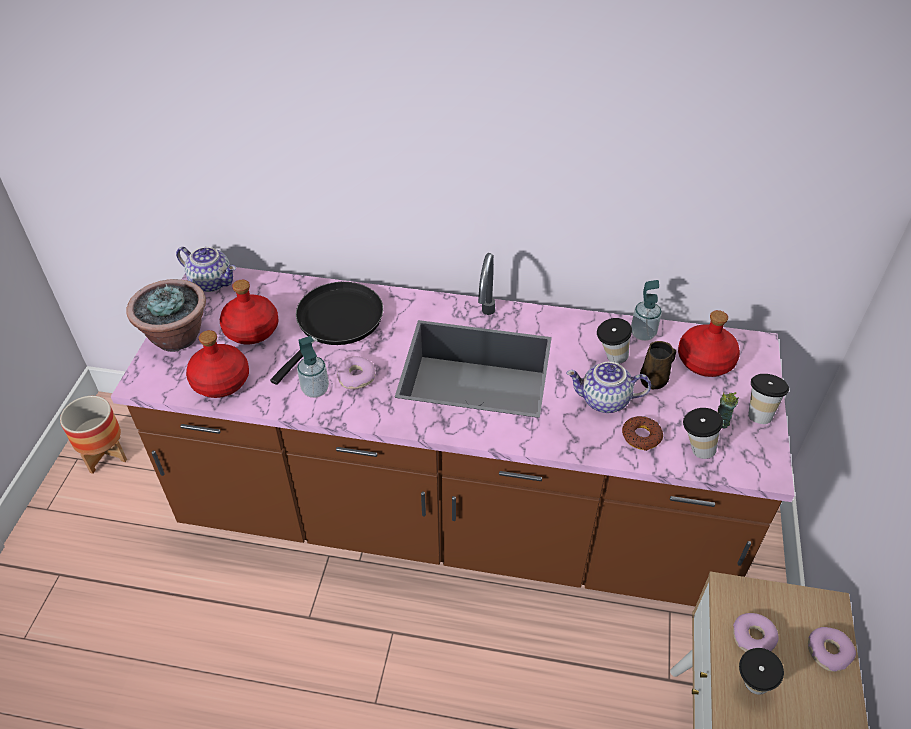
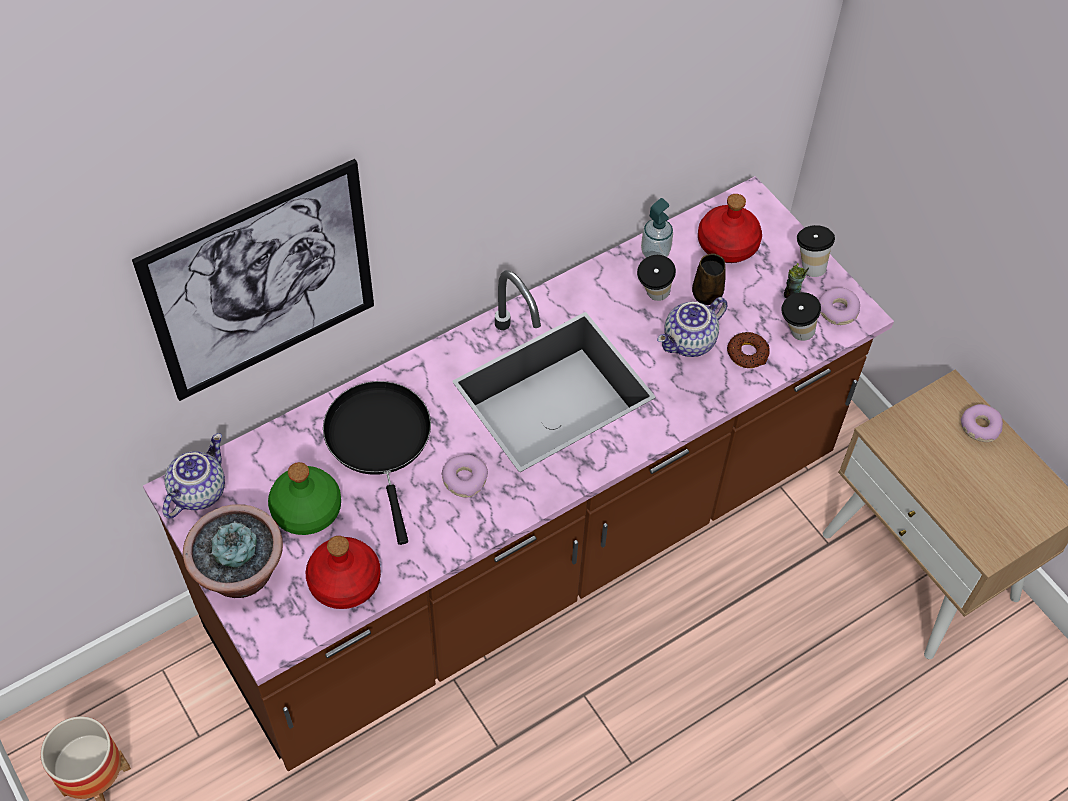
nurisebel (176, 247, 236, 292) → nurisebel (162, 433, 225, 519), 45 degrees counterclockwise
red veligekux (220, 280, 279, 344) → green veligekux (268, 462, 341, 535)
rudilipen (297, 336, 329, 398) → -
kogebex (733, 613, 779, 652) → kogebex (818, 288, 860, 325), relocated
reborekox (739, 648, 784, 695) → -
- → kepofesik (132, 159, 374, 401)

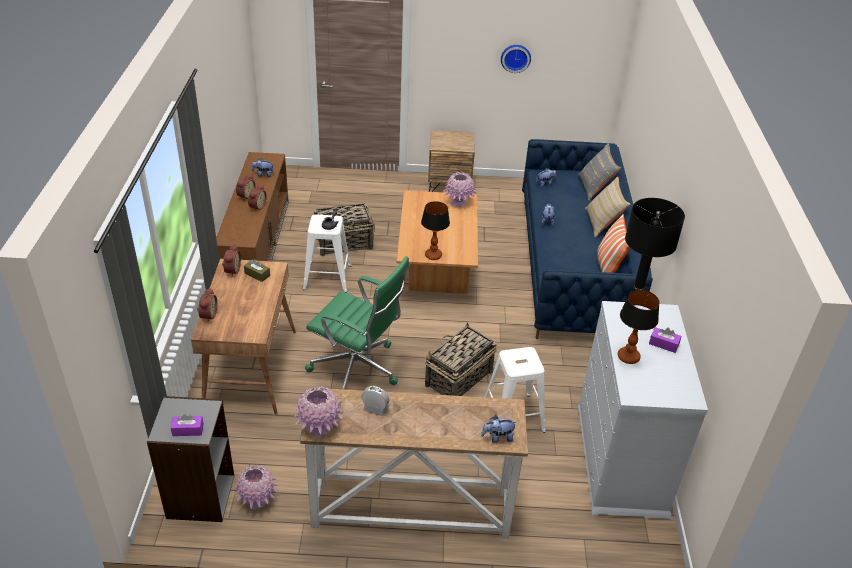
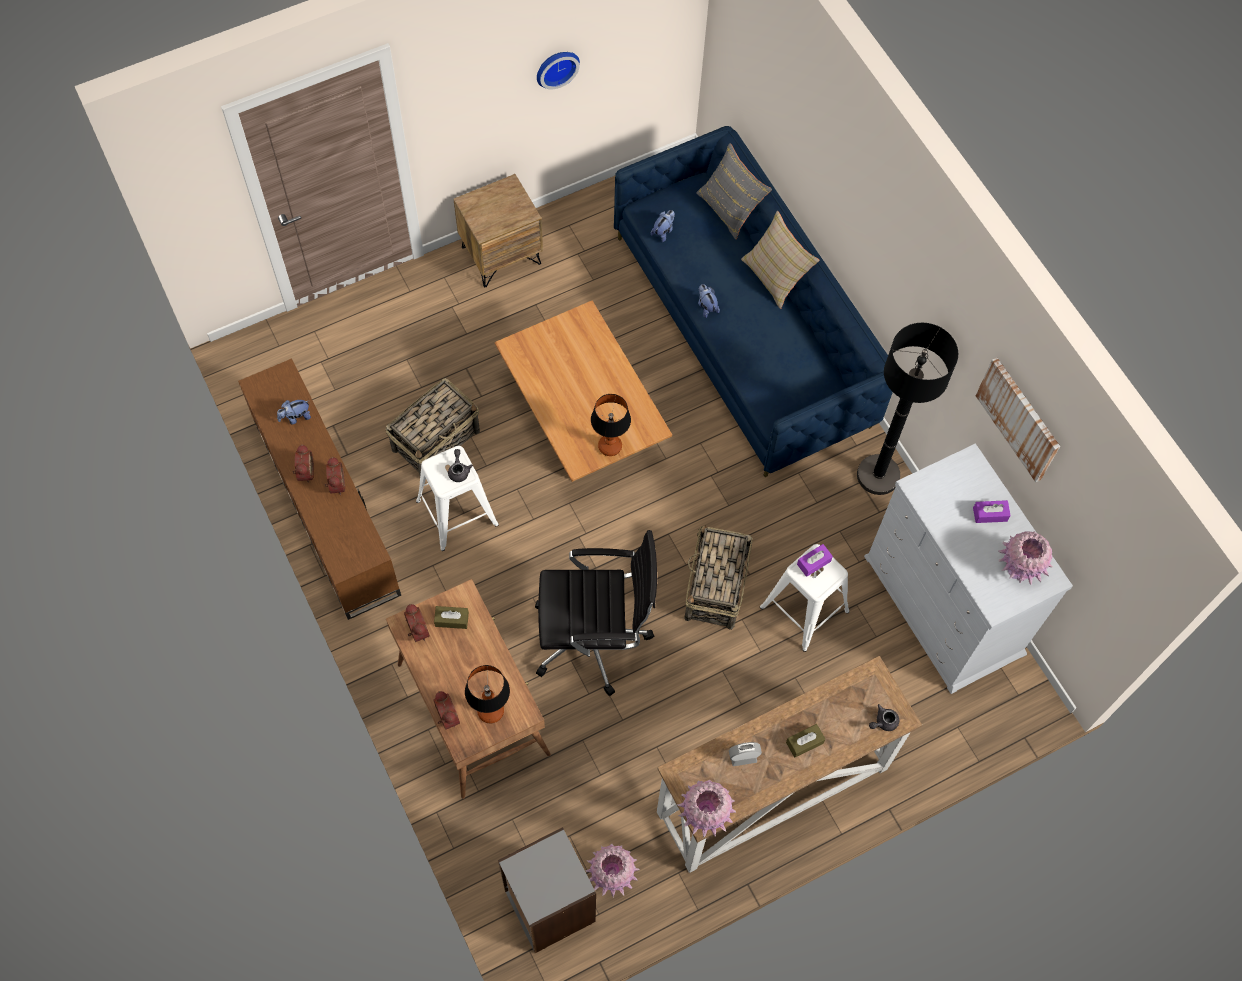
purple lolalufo (171, 414, 204, 436) → purple lolalufo (797, 544, 833, 577), relocated
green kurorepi (305, 256, 409, 389) → black kurorepi (535, 530, 657, 696)
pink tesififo (444, 172, 476, 207) → pink tesififo (998, 531, 1053, 585), relocated
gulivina (481, 416, 516, 443) → grey nurisebel (869, 704, 899, 731)
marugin (597, 214, 630, 273) → -
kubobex (618, 290, 660, 364) → kubobex (465, 665, 510, 723), relocated
- → brown lolalufo (786, 724, 825, 758)
- → kepofesik (976, 358, 1060, 482)

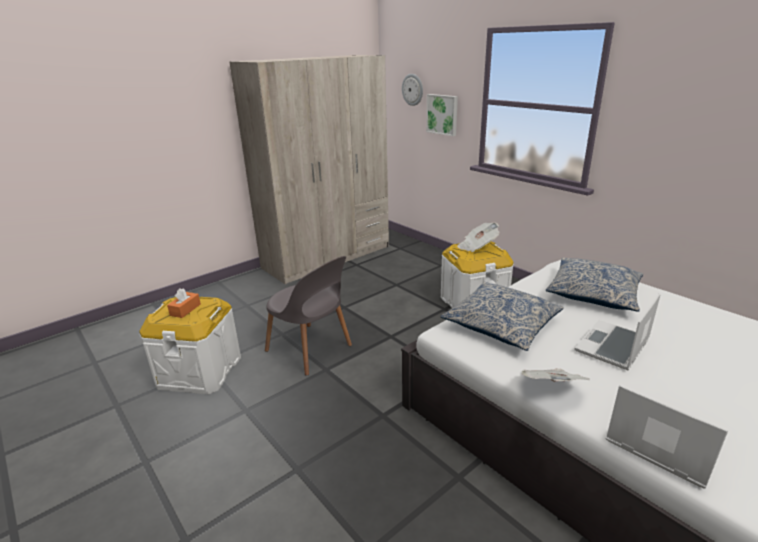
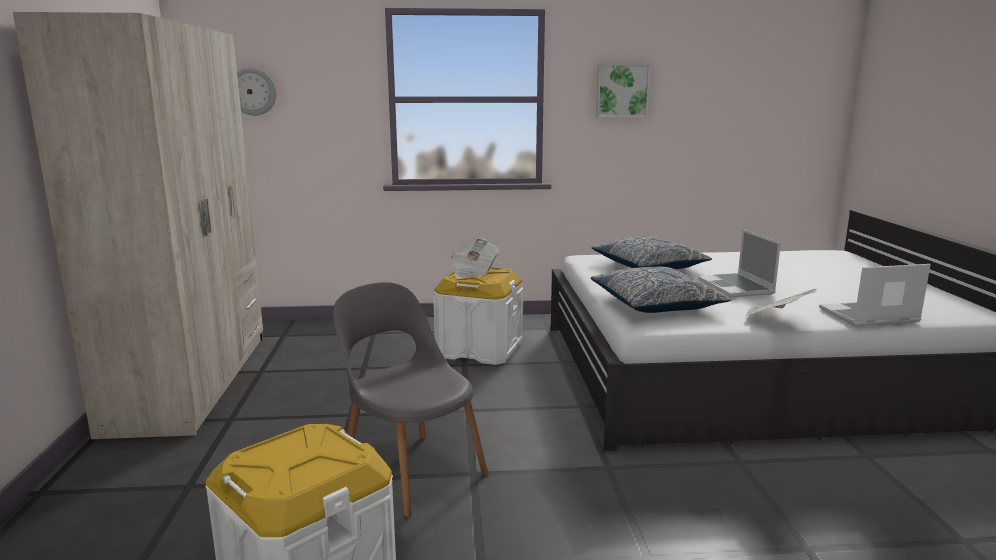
orange lolalufo (167, 288, 201, 318) → -
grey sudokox (265, 256, 352, 376) → grey sudokox (333, 282, 489, 518), 120 degrees counterclockwise
kepofesik (426, 94, 458, 136) → kepofesik (596, 63, 651, 117), relocated

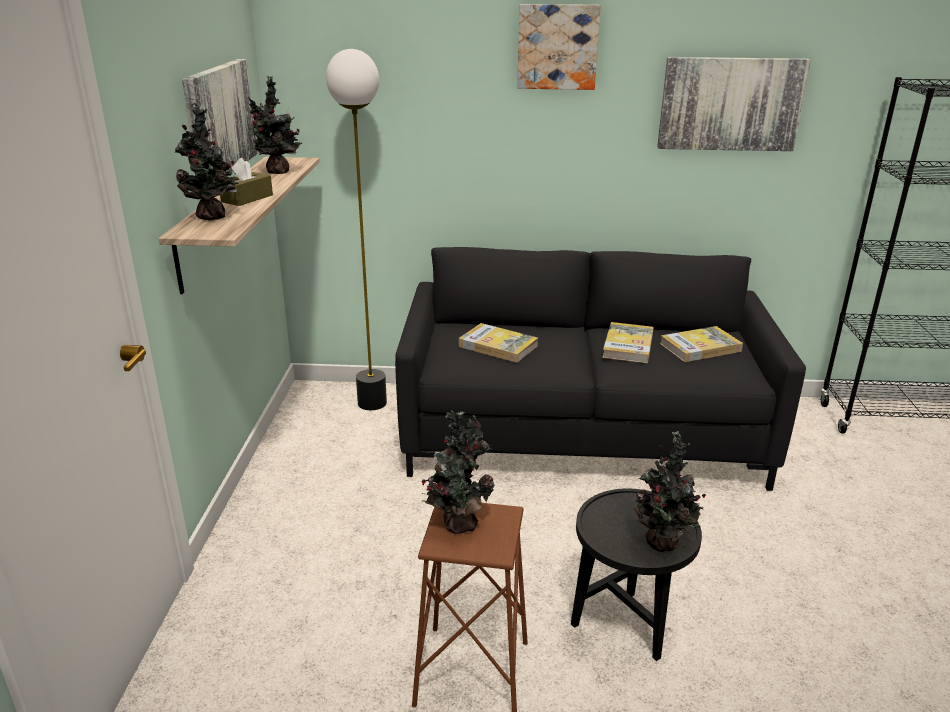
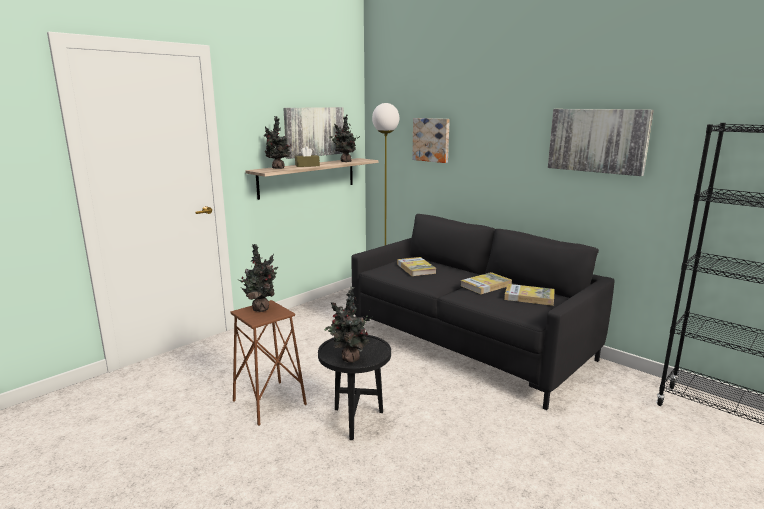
kepofesik (517, 4, 601, 90) → kepofesik (412, 118, 450, 163), relocated

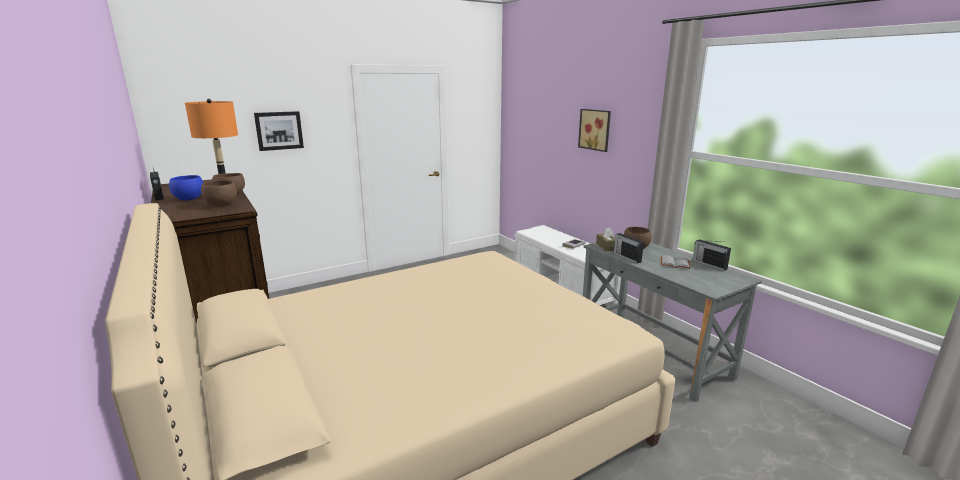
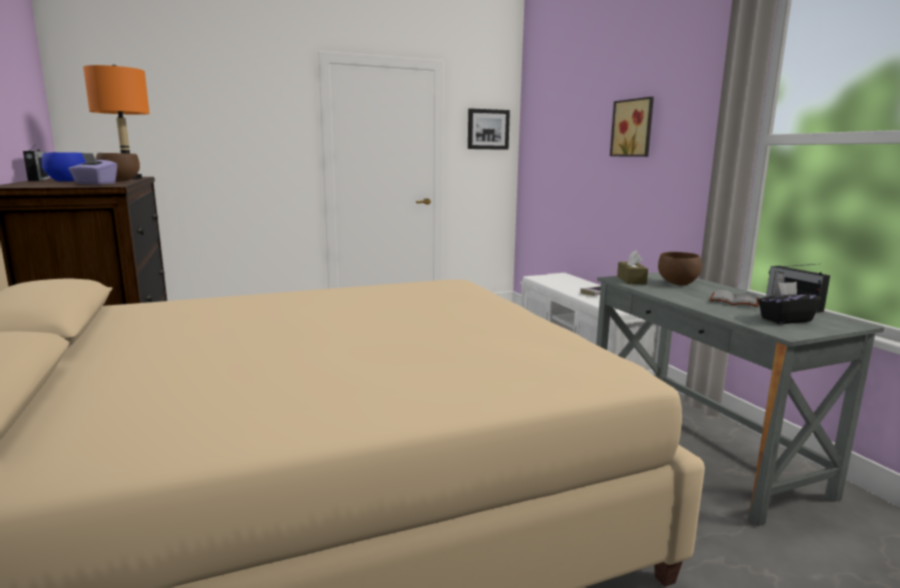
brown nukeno (201, 180, 237, 206) → purple lolalufo (68, 153, 117, 185)
kepofesik (254, 111, 304, 151) → kepofesik (468, 108, 510, 150), relocated
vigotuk (614, 233, 644, 263) → -
- → black lolalufo (758, 282, 821, 324)

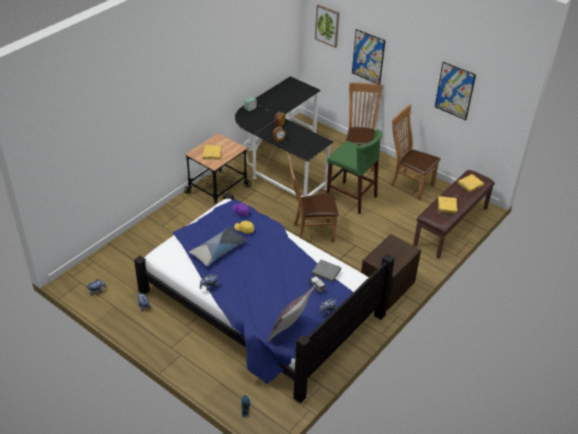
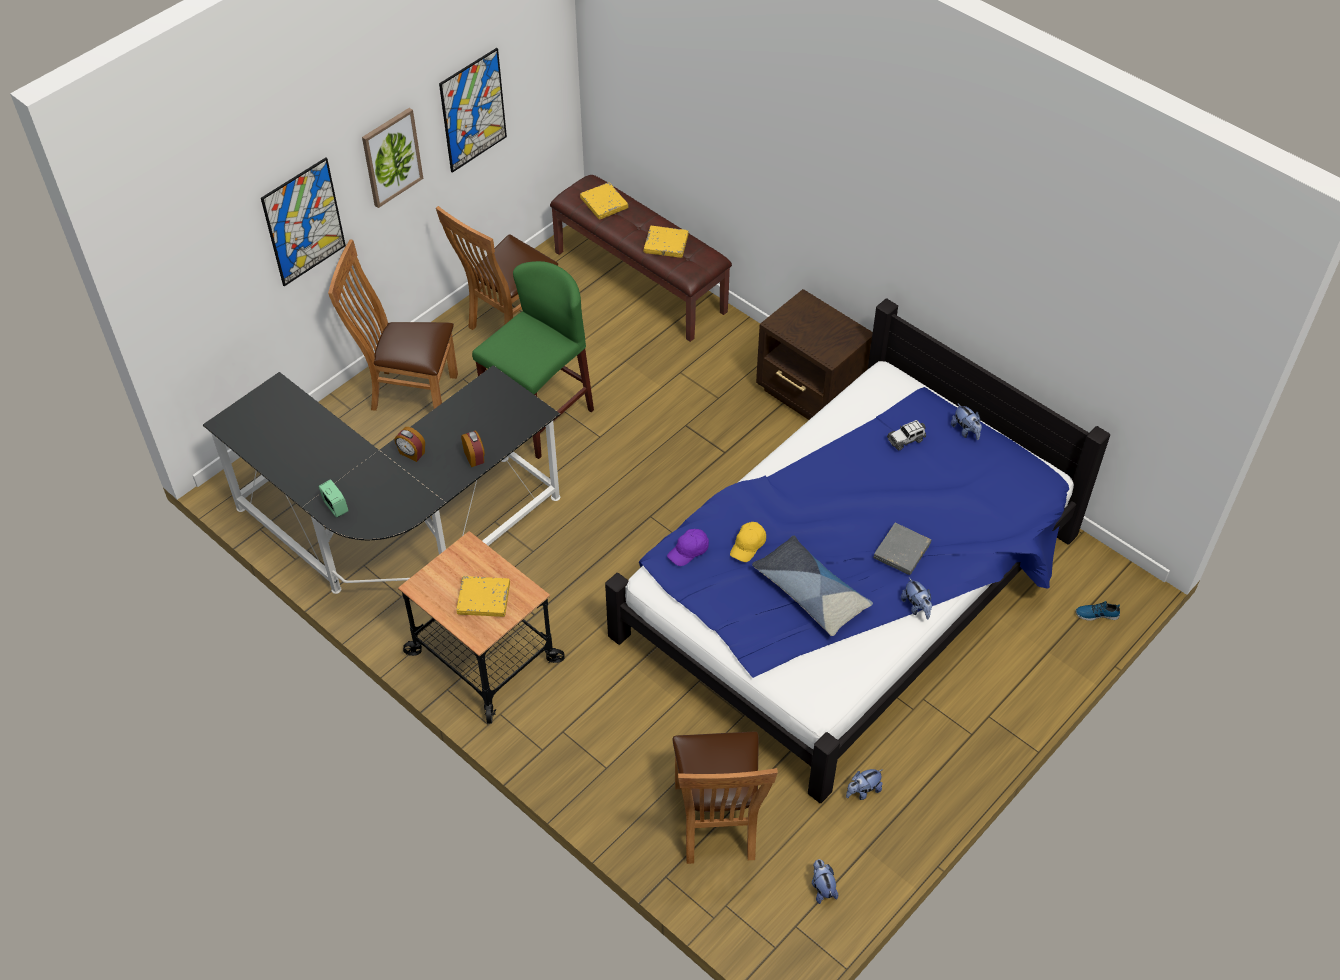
grey marugin (267, 287, 314, 342) → -
brown sudokox (289, 155, 339, 243) → brown sudokox (673, 732, 778, 864), relocated
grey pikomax (312, 260, 341, 282) → grey pikomax (874, 523, 931, 575), relocated
kepofesik (315, 4, 340, 48) → kepofesik (362, 108, 423, 208), relocated

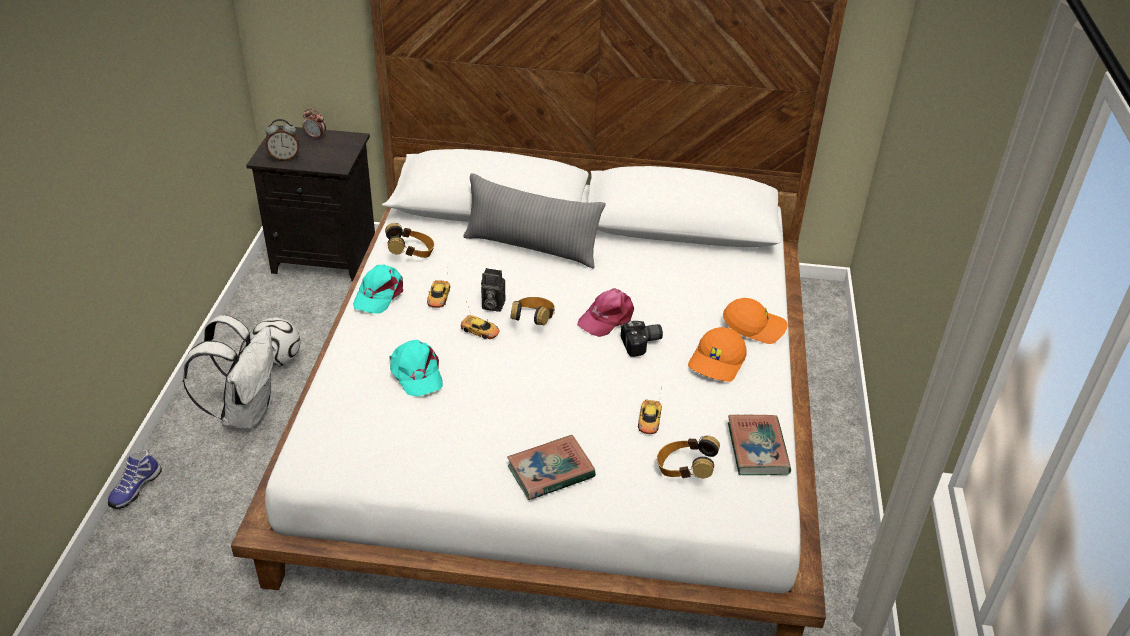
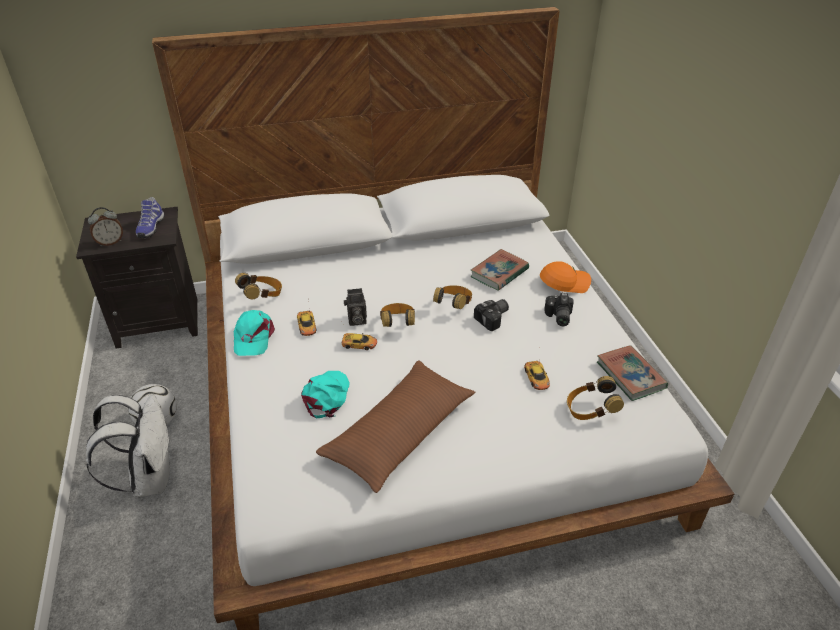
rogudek (108, 450, 162, 509) → rogudek (136, 197, 165, 238), relocated
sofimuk (303, 109, 326, 140) → -
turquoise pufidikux (389, 340, 443, 397) → turquoise pufidikux (301, 371, 350, 418), 120 degrees counterclockwise
grey marugin (463, 173, 606, 269) → -
pikomax (507, 435, 596, 500) → pikomax (471, 249, 529, 291), relocated
pink pufidikux (577, 288, 634, 337) → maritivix (433, 285, 472, 309)
orange pufidikux (688, 327, 747, 382) → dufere (544, 293, 574, 326)
- → brown marugin (316, 361, 475, 493)

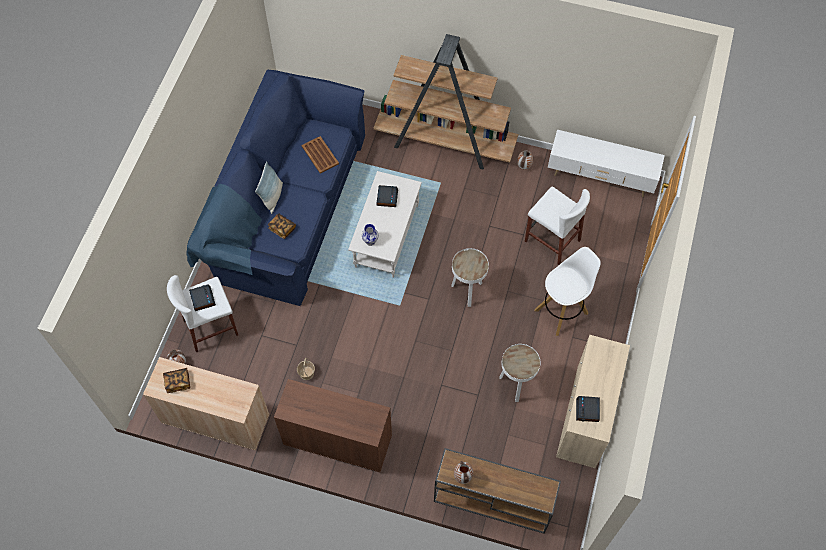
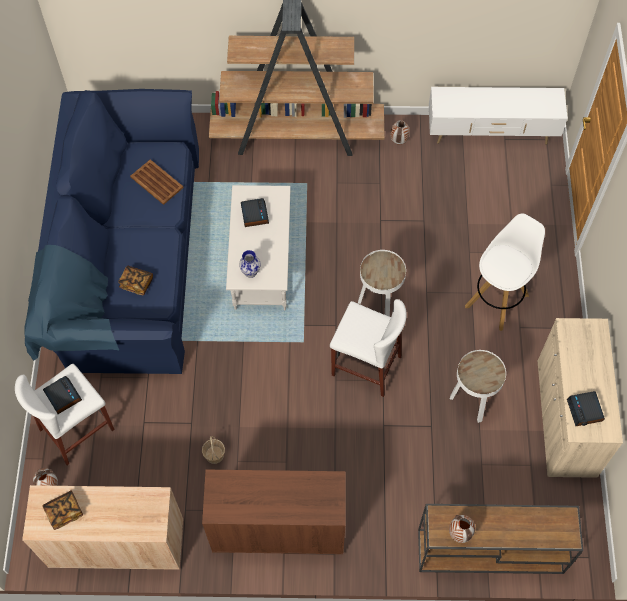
marugin (255, 161, 283, 214) → -
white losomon (525, 186, 590, 265) → white losomon (330, 299, 407, 397), relocated

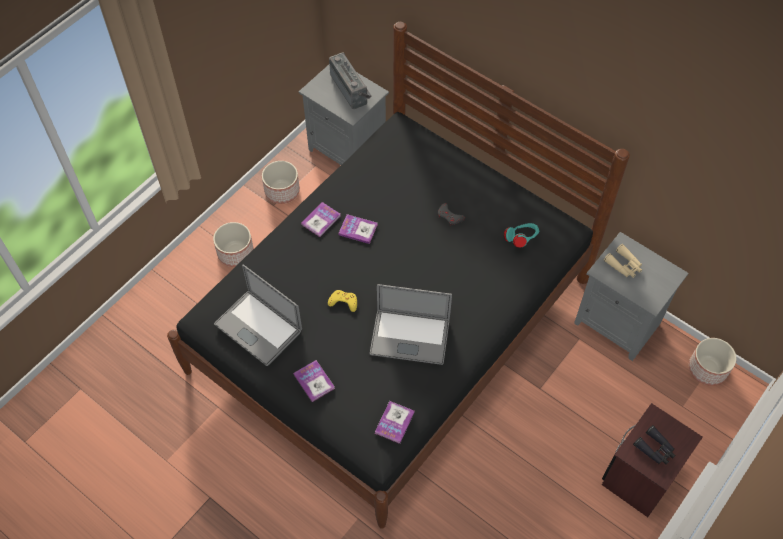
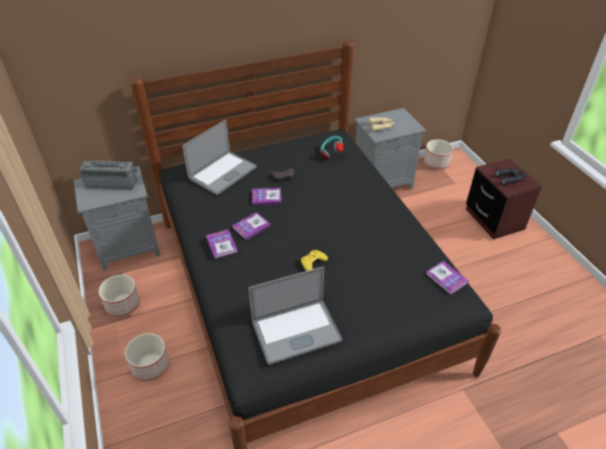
pikomax (293, 360, 335, 402) → pikomax (252, 188, 281, 205), relocated
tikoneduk (370, 284, 452, 365) → tikoneduk (182, 120, 257, 195), relocated

